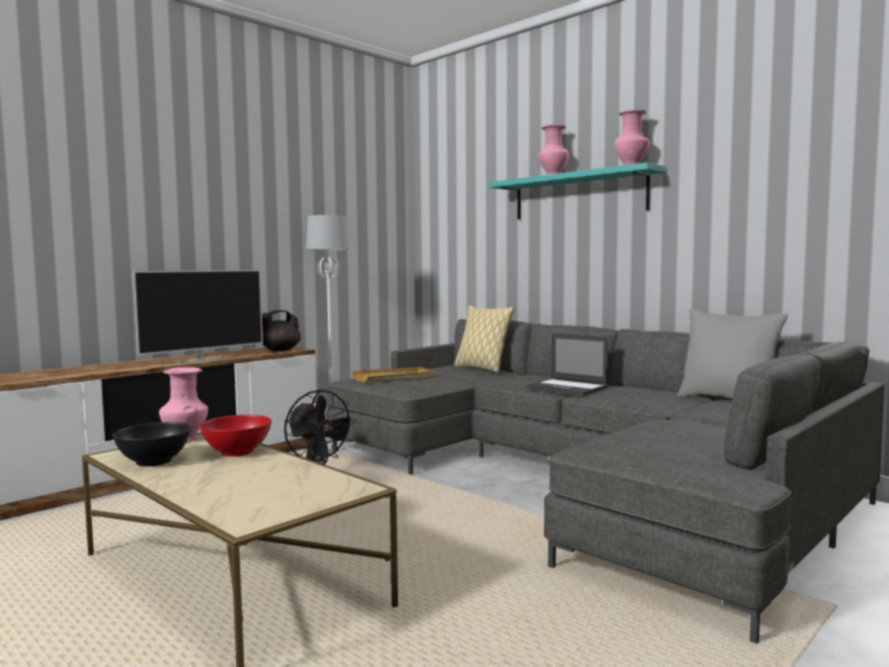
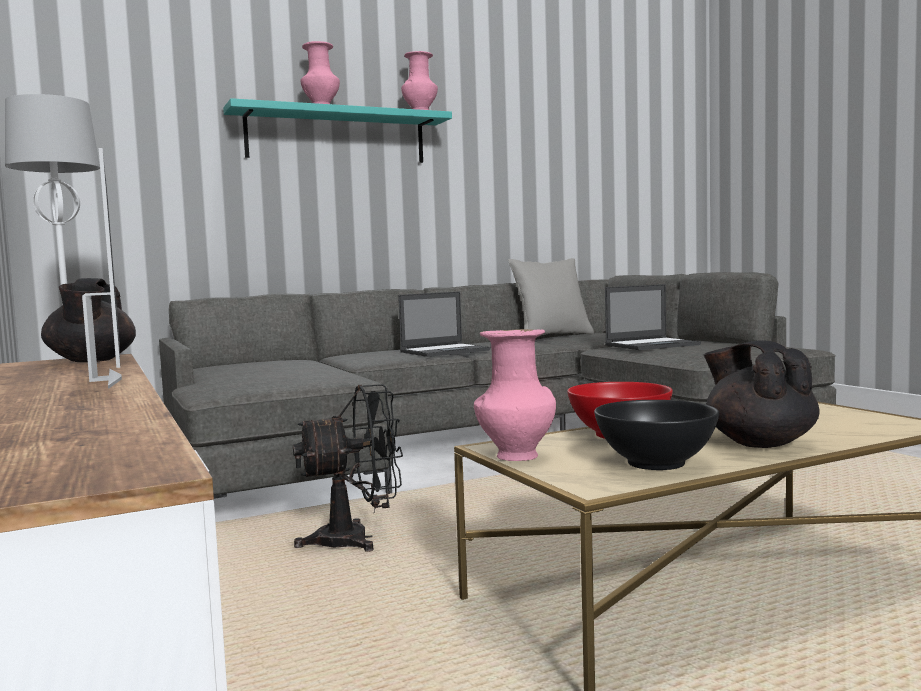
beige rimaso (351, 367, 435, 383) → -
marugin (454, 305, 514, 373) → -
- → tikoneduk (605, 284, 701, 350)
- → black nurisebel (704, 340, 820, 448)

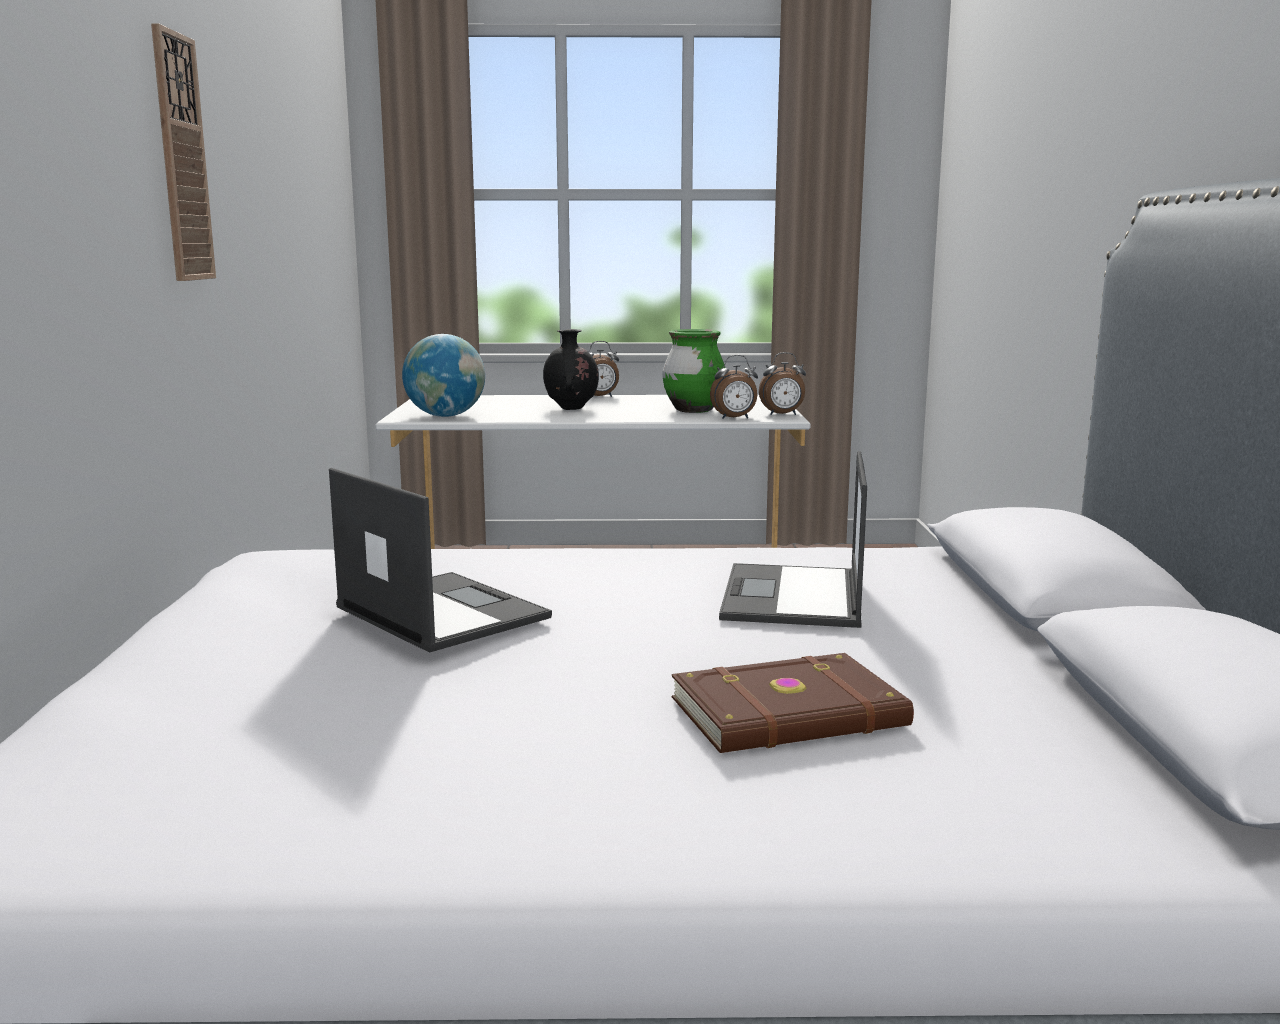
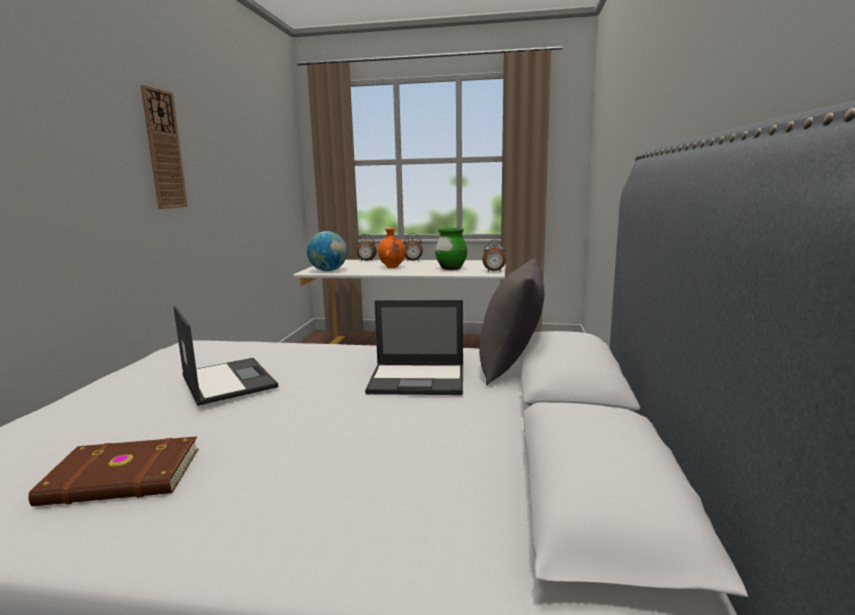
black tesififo (543, 329, 599, 410) → orange tesififo (378, 228, 405, 268)
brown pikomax (672, 653, 914, 753) → brown pikomax (28, 436, 198, 506), relocated
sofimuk (710, 355, 758, 419) → sofimuk (356, 234, 377, 261), relocated
tikoneduk (719, 451, 867, 628) → tikoneduk (365, 300, 463, 395), 105 degrees counterclockwise
- → grey marugin (479, 259, 544, 385)

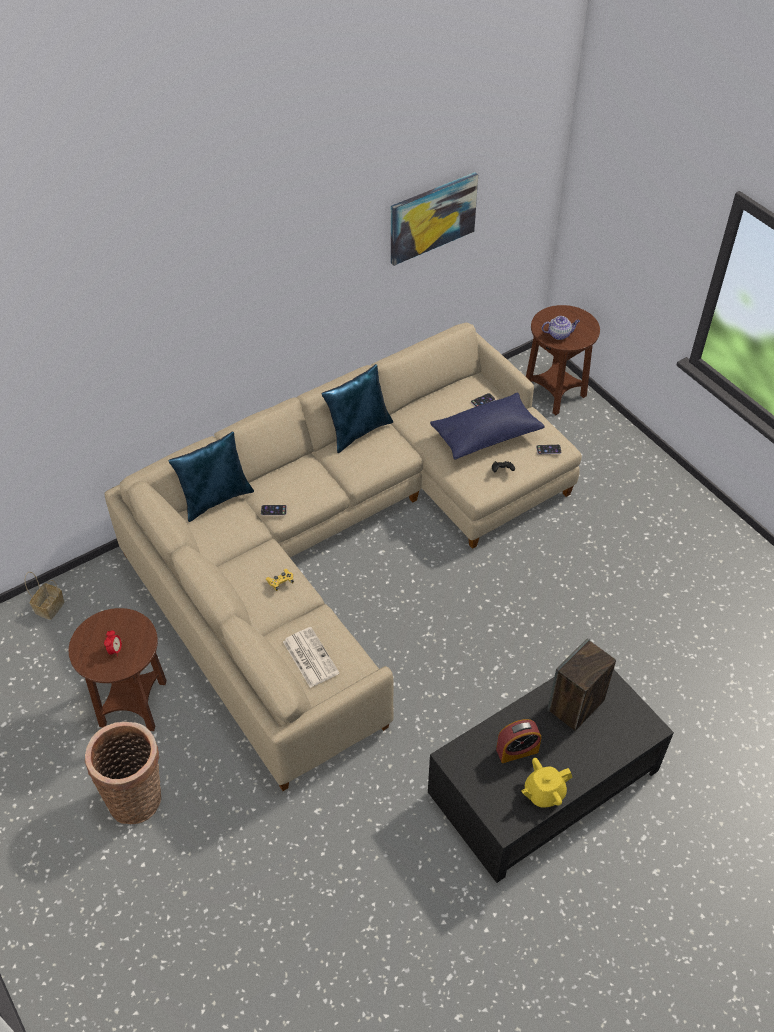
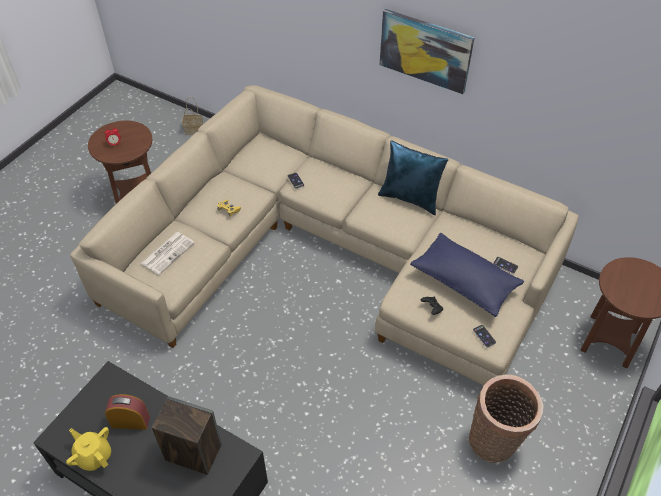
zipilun (85, 722, 161, 825) → zipilun (469, 374, 544, 463), relocated
blue marugin (168, 432, 254, 522) → -
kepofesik (391, 172, 478, 266) → kepofesik (380, 9, 474, 94), relocated
sofimuk (496, 719, 541, 763) → sofimuk (105, 394, 150, 430), 135 degrees clockwise
nurisebel (542, 316, 580, 340) → -

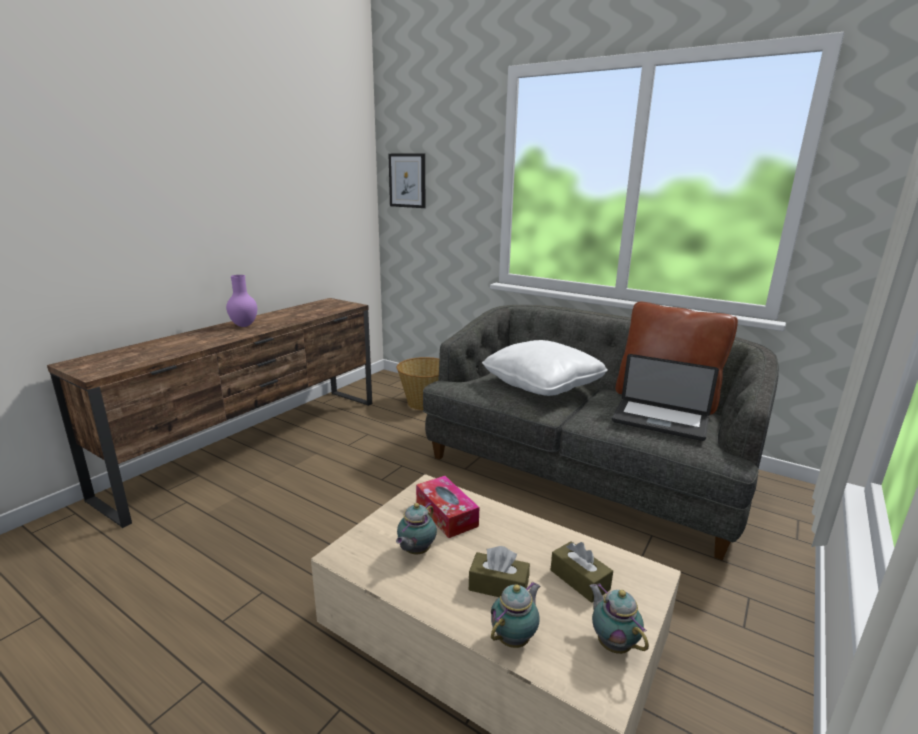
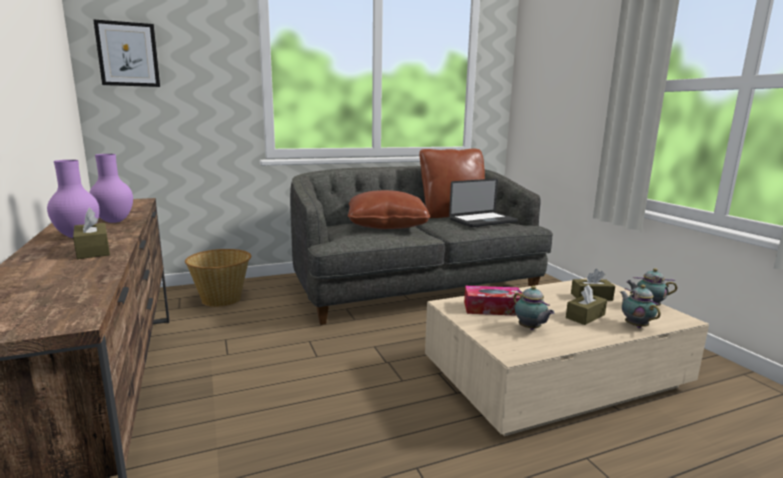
white marugin (482, 340, 608, 396) → brown marugin (348, 190, 430, 229)
- → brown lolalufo (73, 208, 110, 259)
- → purple tesififo (89, 154, 133, 223)

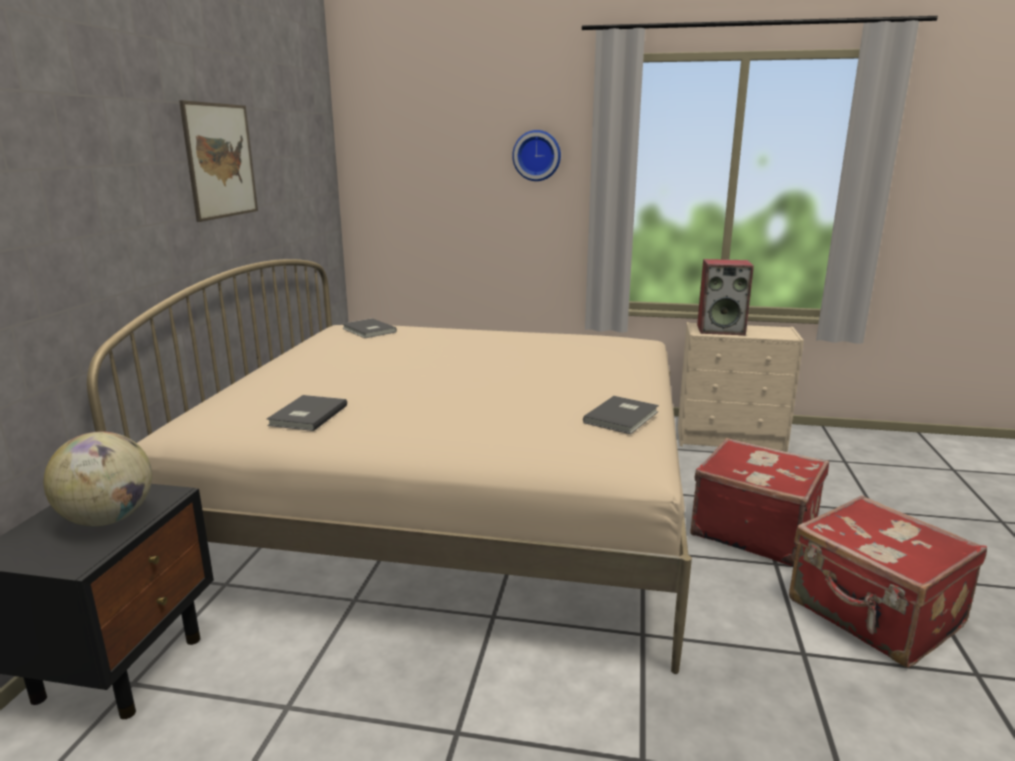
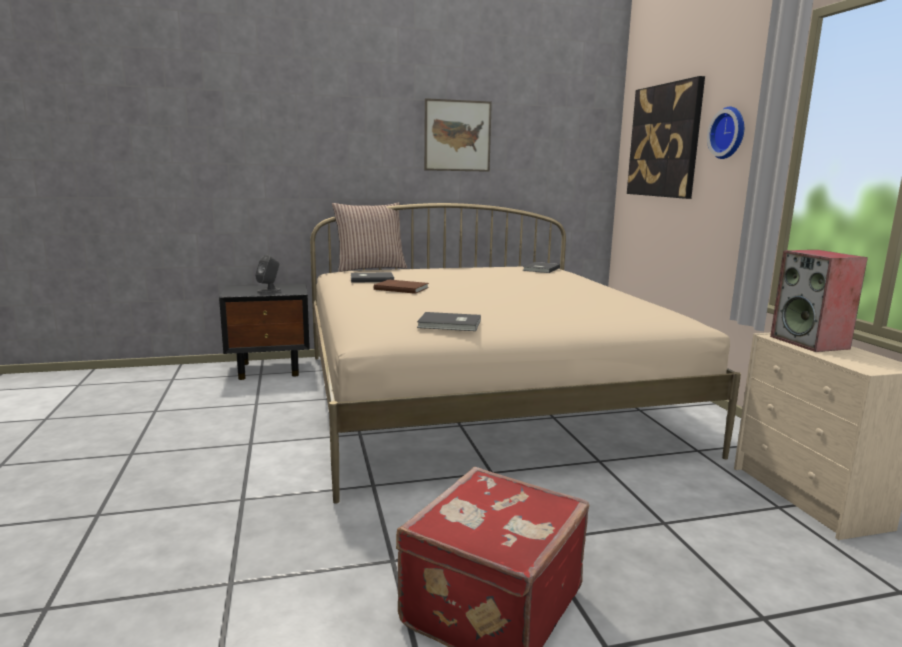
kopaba (44, 431, 152, 526) → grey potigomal (255, 255, 281, 293)
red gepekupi (690, 438, 829, 566) → -
- → marugin (332, 202, 407, 272)
- → brown pikomax (374, 280, 429, 294)
- → kepofesik (627, 76, 705, 199)

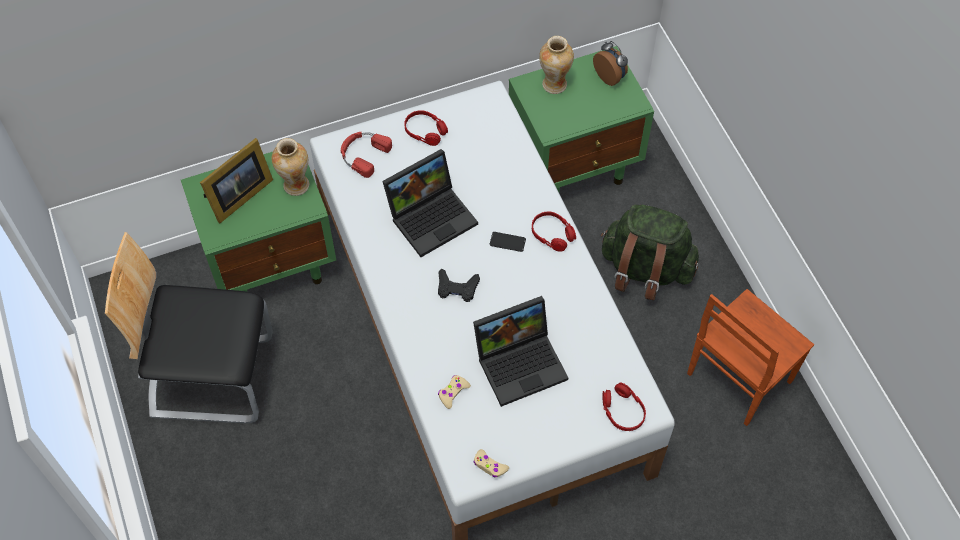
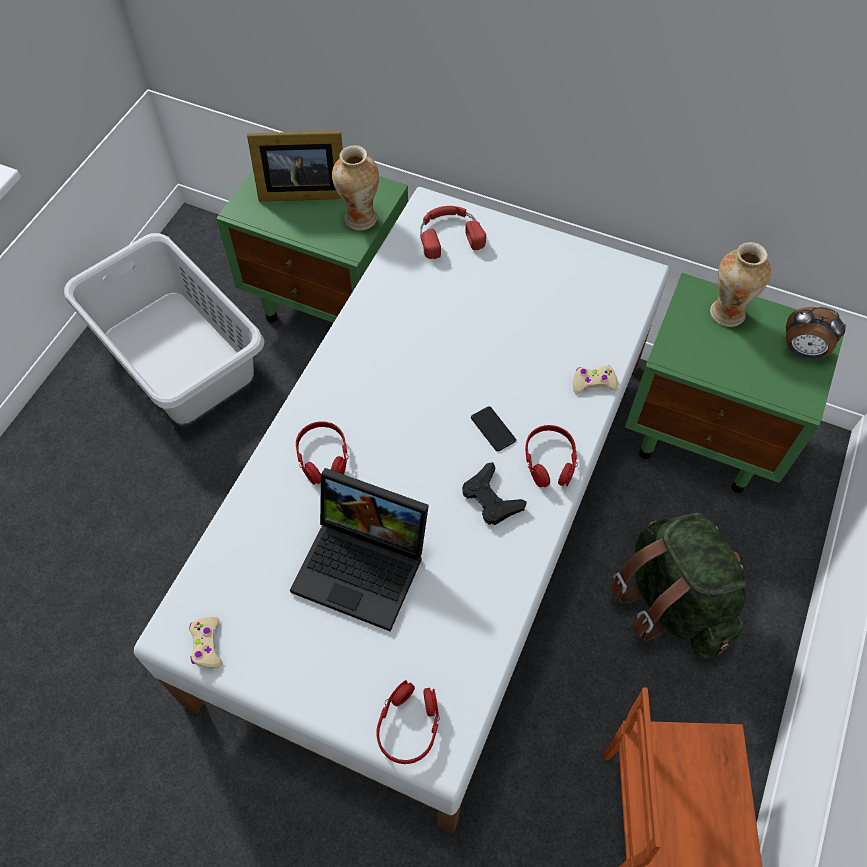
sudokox (105, 232, 273, 424) → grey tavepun (64, 233, 264, 424)
tikoneduk (382, 149, 478, 257) → -
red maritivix (404, 110, 448, 146) → red maritivix (296, 421, 349, 485), relocated
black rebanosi (438, 268, 480, 302) → black rebanosi (462, 462, 527, 525), relocated
beige rebanosi (438, 375, 471, 409) → beige rebanosi (573, 366, 618, 394), relocated
sofimuk (593, 41, 628, 86) → sofimuk (786, 307, 846, 359), 105 degrees clockwise

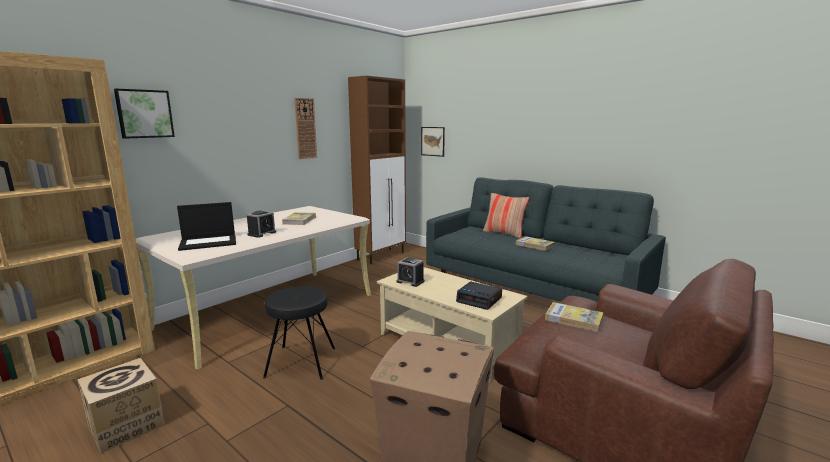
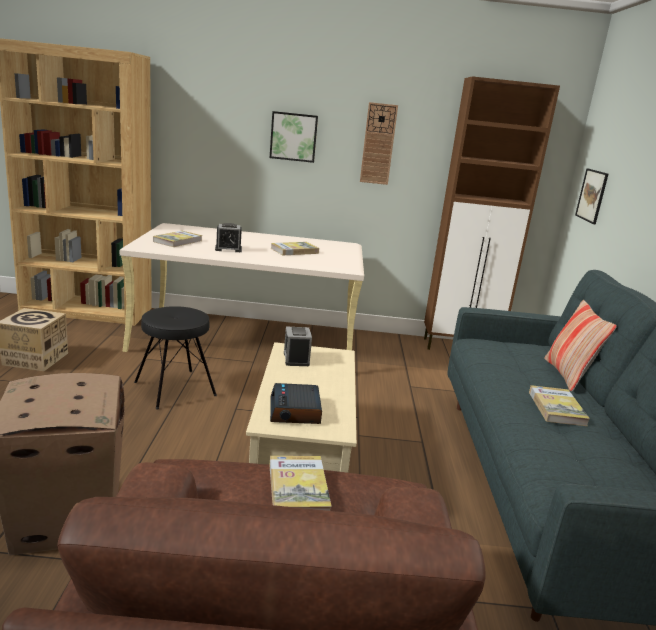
kepofesik (114, 89, 175, 139) → kepofesik (270, 111, 318, 163), relocated
tikoneduk (177, 202, 236, 251) → pikomax (153, 231, 202, 247)

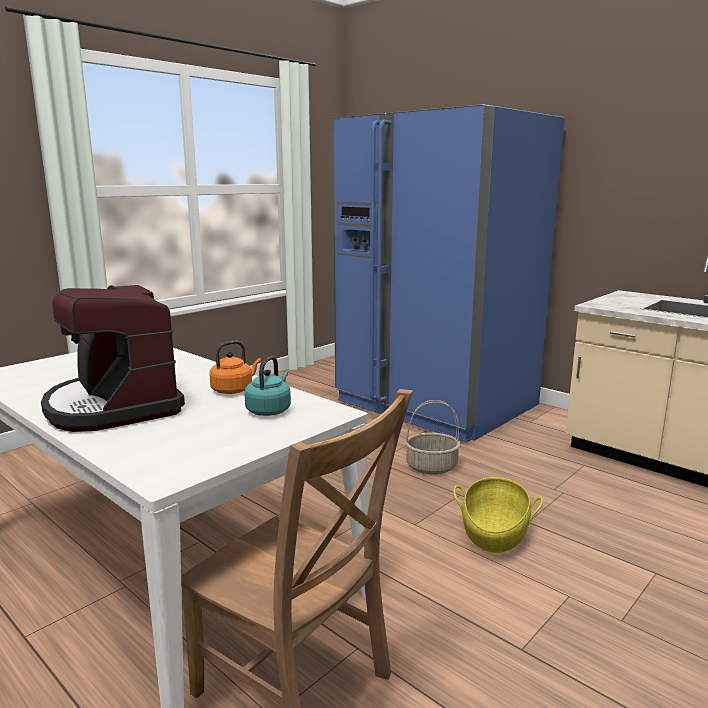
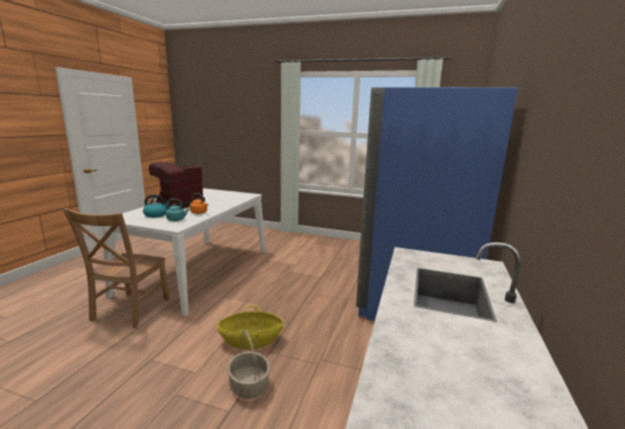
zipilun (405, 400, 461, 475) → zipilun (227, 330, 270, 399), relocated
- → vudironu (143, 194, 170, 218)

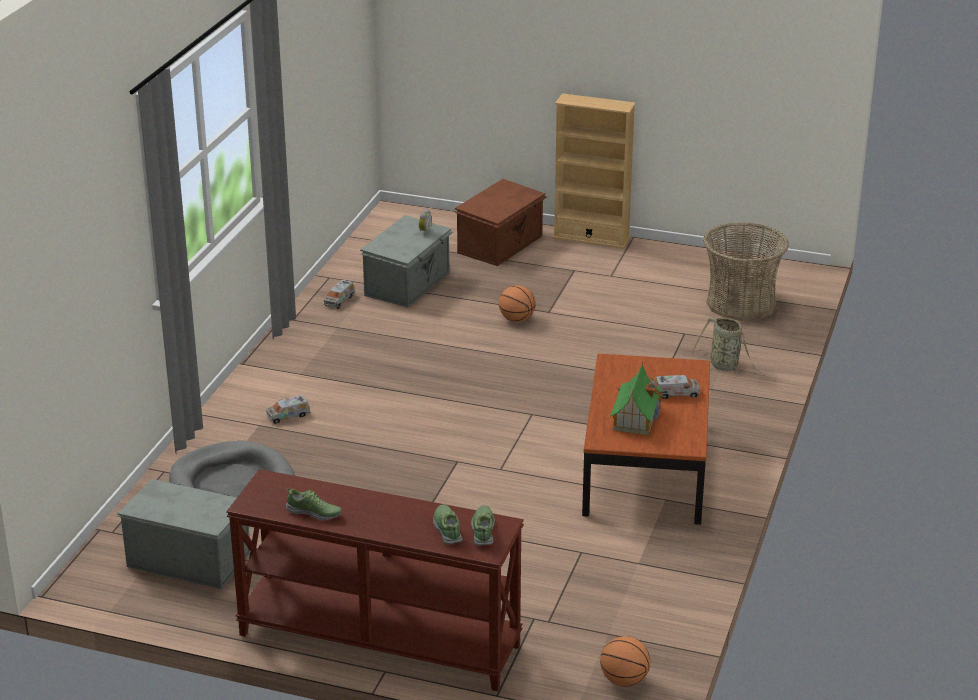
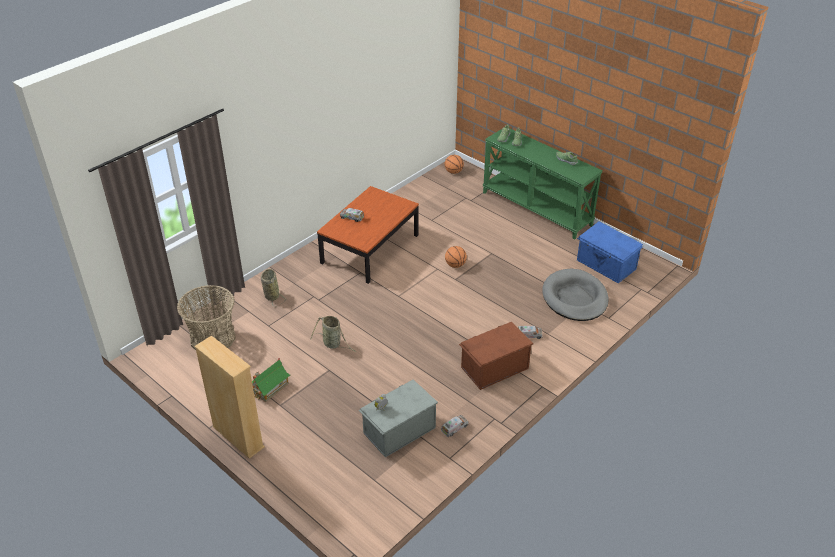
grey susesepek (117, 479, 250, 589) → blue susesepek (577, 221, 643, 283)
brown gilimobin (226, 469, 524, 691) → green gilimobin (483, 128, 603, 240)
brown susesepek (455, 179, 547, 266) → brown susesepek (459, 322, 533, 390), relocated
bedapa (499, 285, 536, 322) → bedapa (445, 246, 467, 268), relocated
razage (610, 361, 664, 435) → razage (252, 358, 290, 402), relocated
- → zipilun (310, 316, 356, 352)

